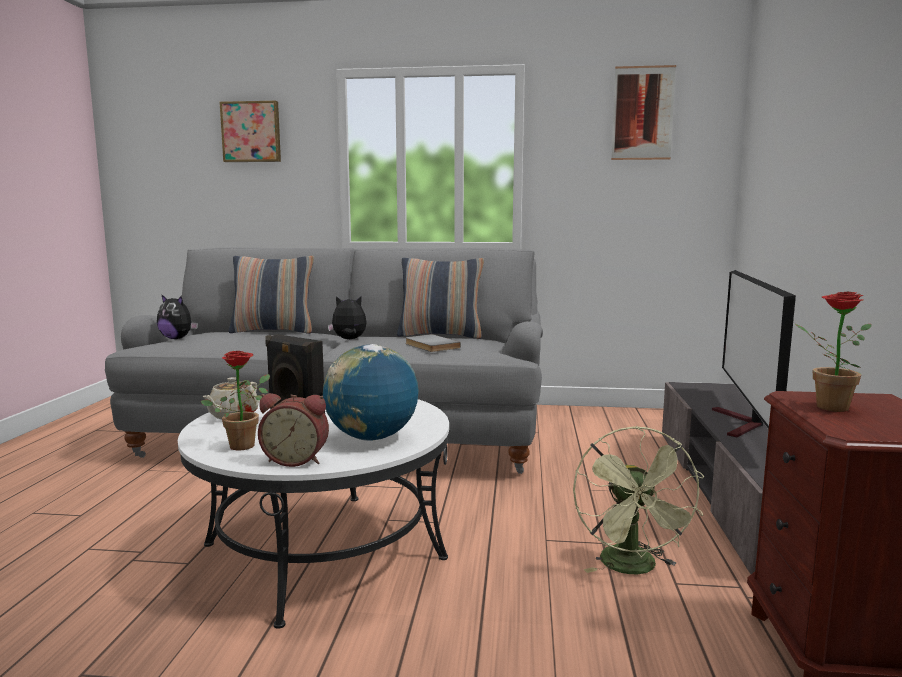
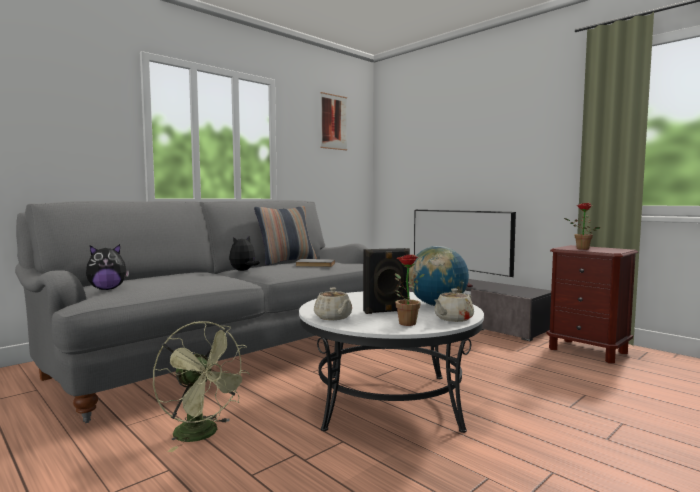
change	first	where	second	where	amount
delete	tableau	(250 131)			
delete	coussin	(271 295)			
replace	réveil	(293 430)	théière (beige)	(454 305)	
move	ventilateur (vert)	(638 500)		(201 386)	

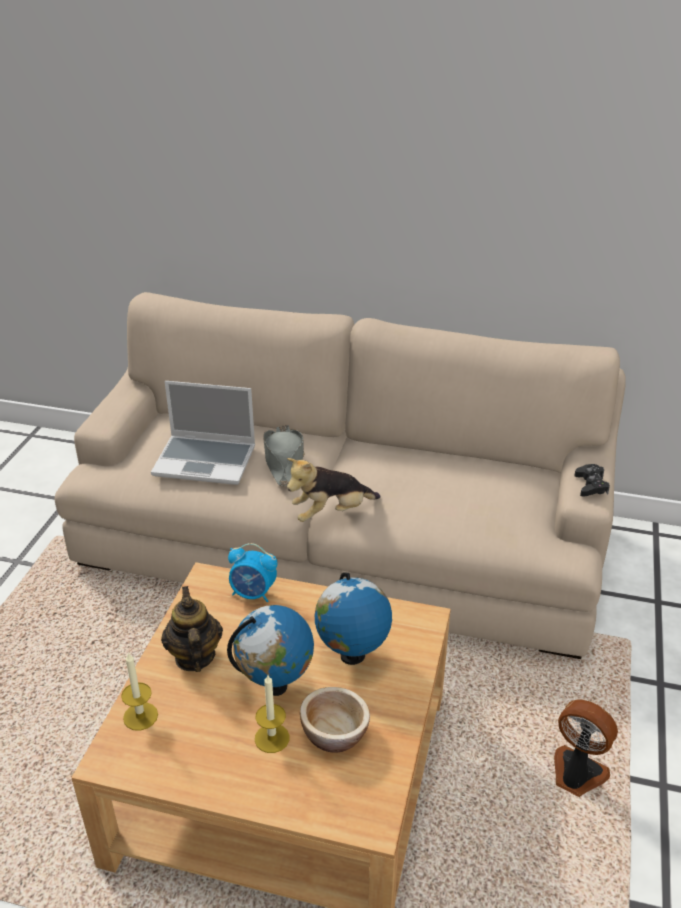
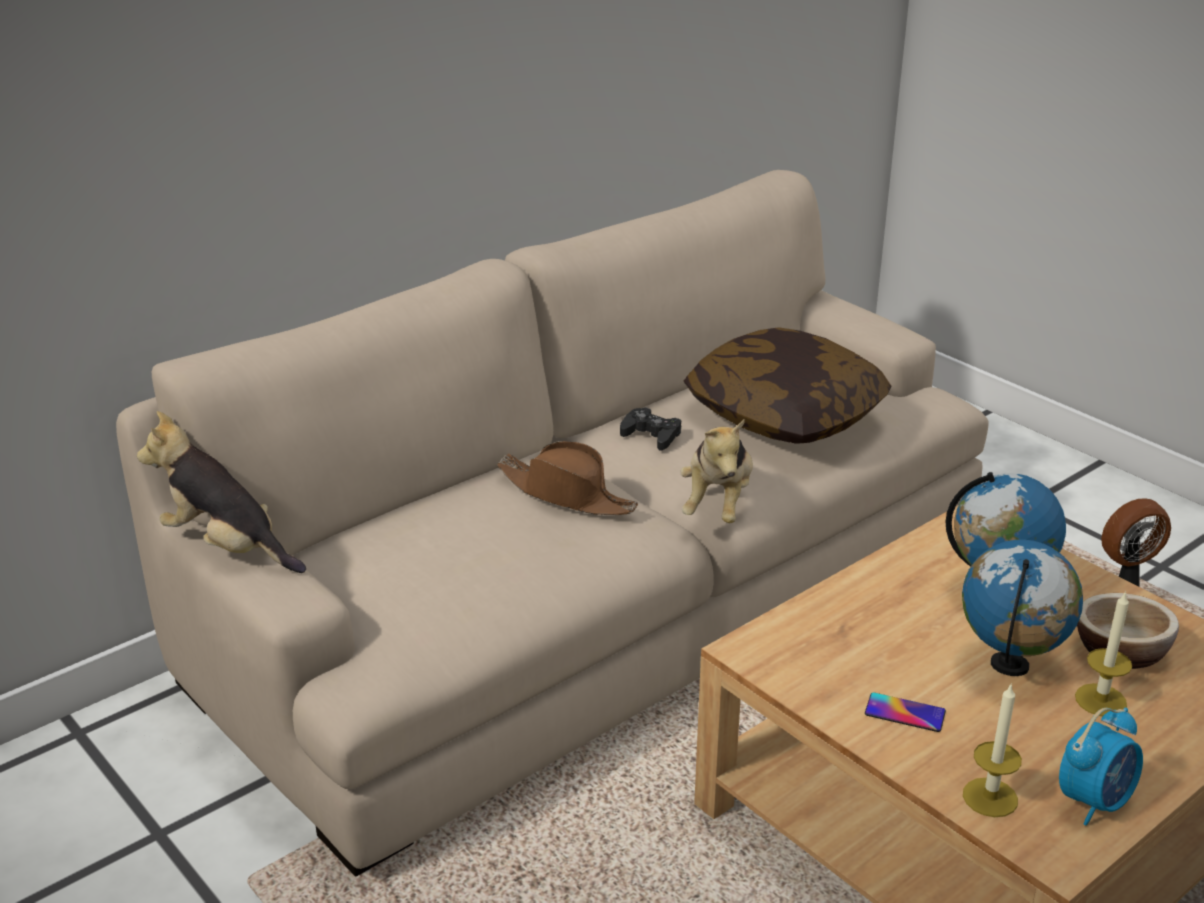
change	first	where	second	where	amount
delete	ordinateur portable	(203 433)			
recolor	chapeau (gris)	(284 455)	chapeau (marron)	(567 478)	
move	manette (noir)	(592 480)		(650 429)	
move	réveil	(253 573)		(1101 766)	
replace	théière	(192 629)	téléphone	(905 712)	
insert			coussin	(787 385)	
insert			peluche	(221 492)	

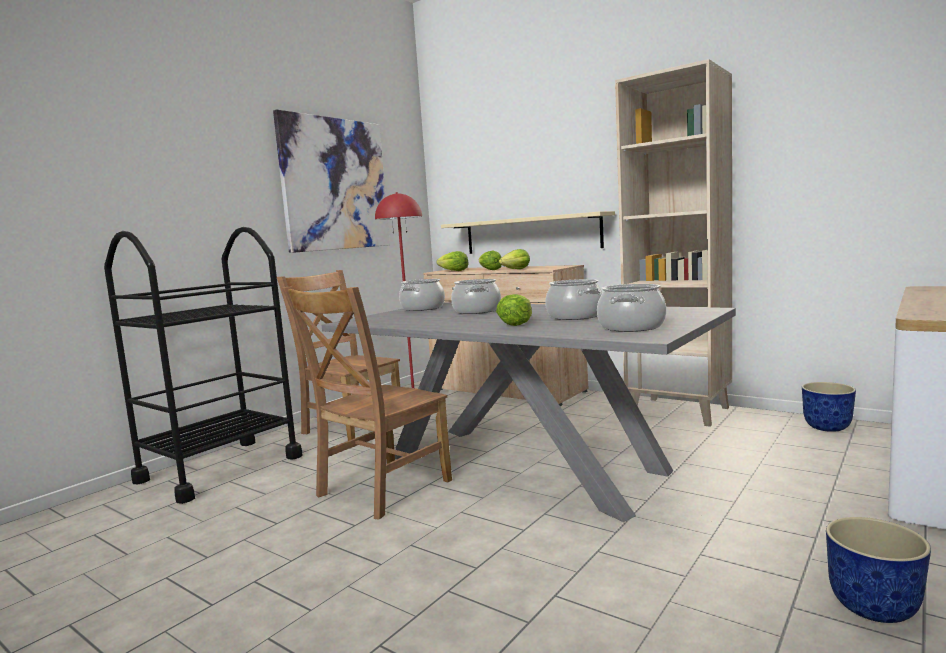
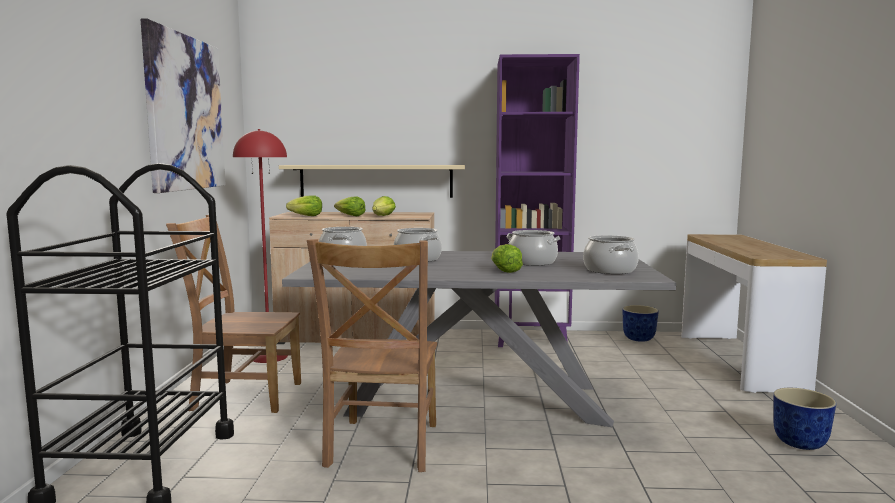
change	first	where	second	where	amount
recolor	bibliothèque (beige)	(673 243)	bibliothèque (violet)	(537 200)	

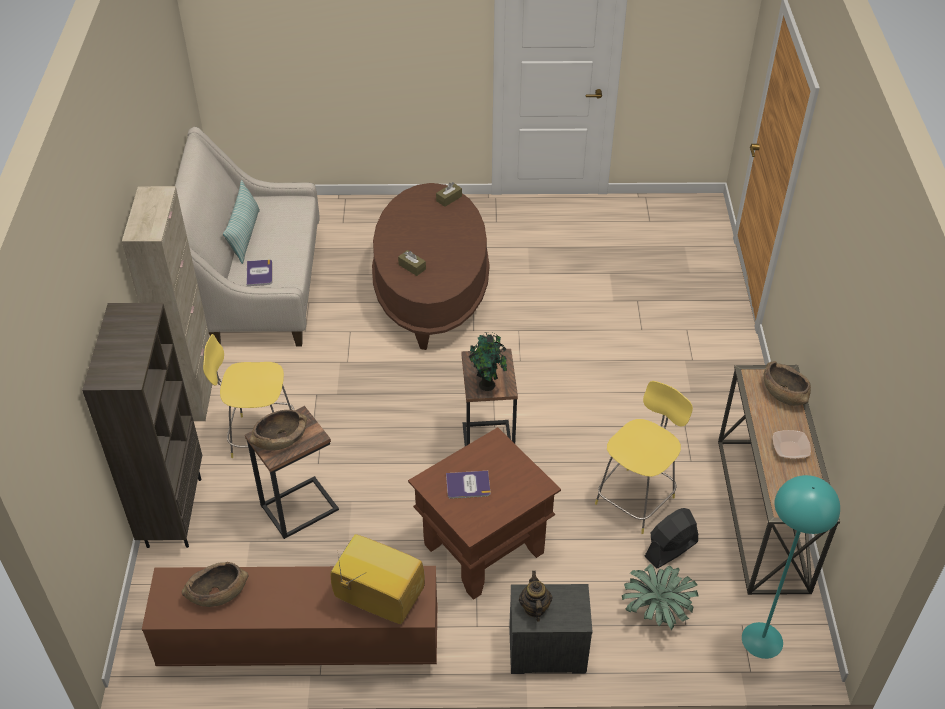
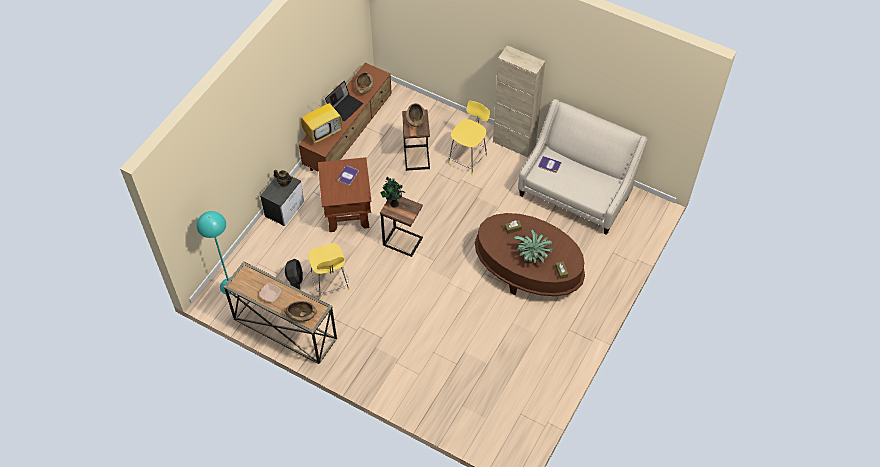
change	first	where	second	where	amount
delete	coussin	(241 222)			
delete	bibliothèque (marron)	(142 425)			
move	plante en pot	(660 597)		(533 246)	
insert			ordinateur portable	(344 101)	

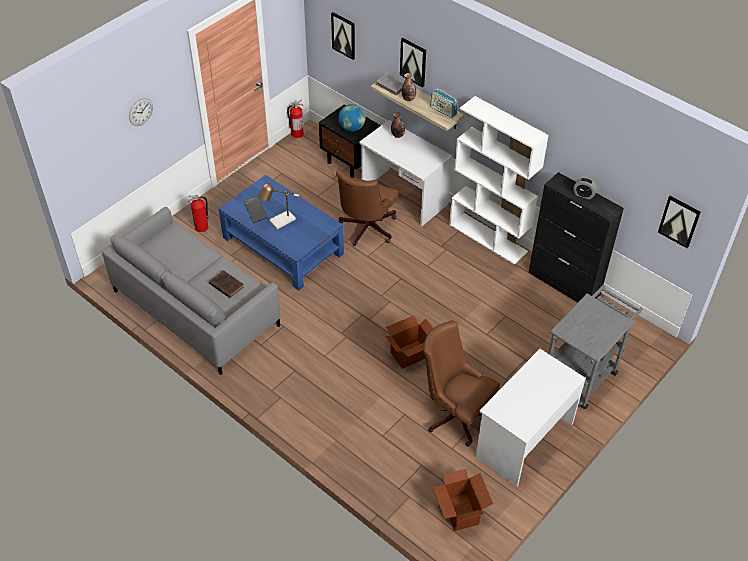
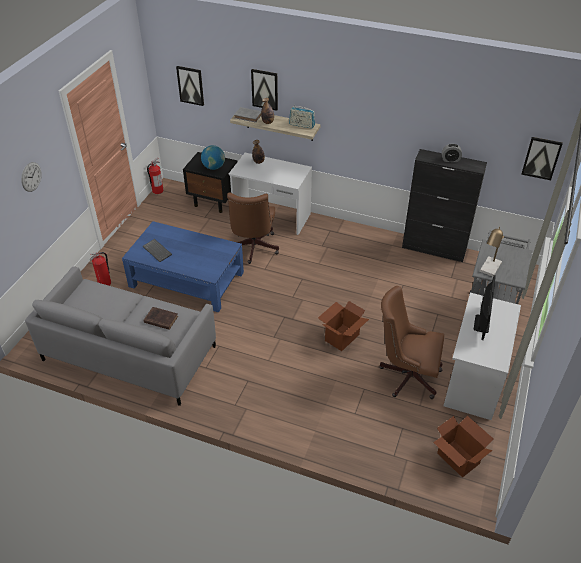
change	first	where	second	where	amount
delete	bibliothèque (blanc)	(499 180)			
move	lampe de table	(278 205)		(492 251)	
insert			écran d'ordinateur	(485 307)	

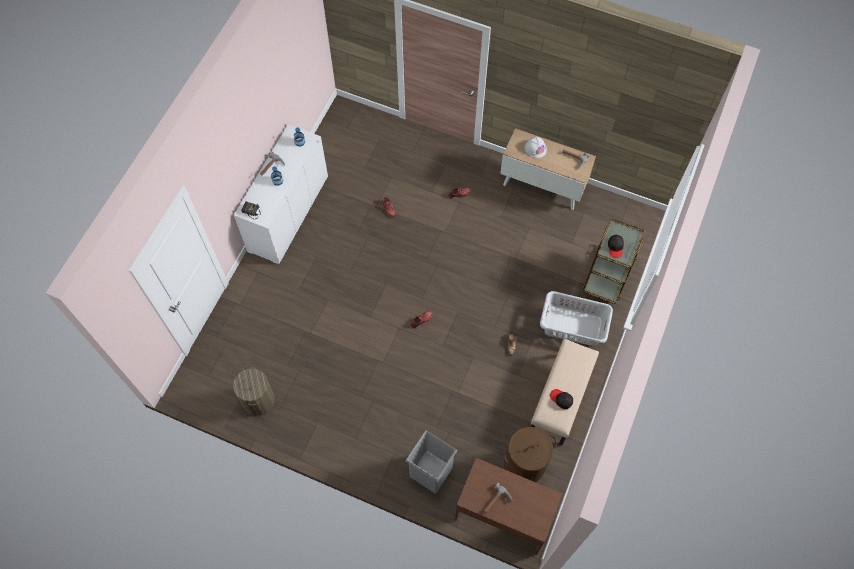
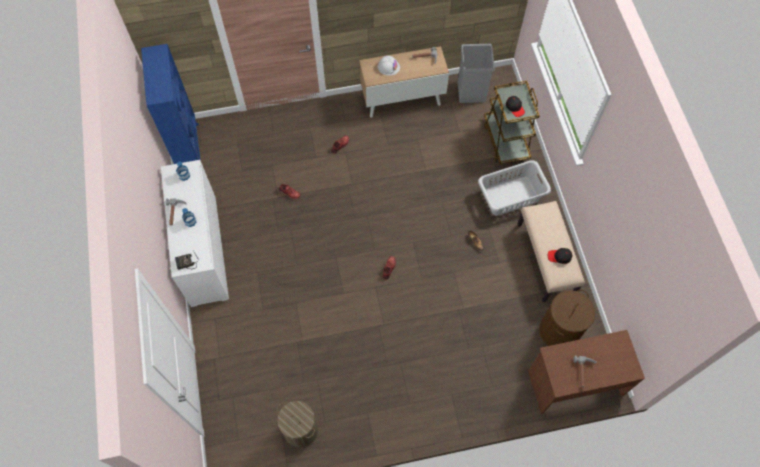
change	first	where	second	where	amount
move	poubelle (gris)	(431 462)		(476 73)	
insert			bibliothèque (bleu)	(171 104)	

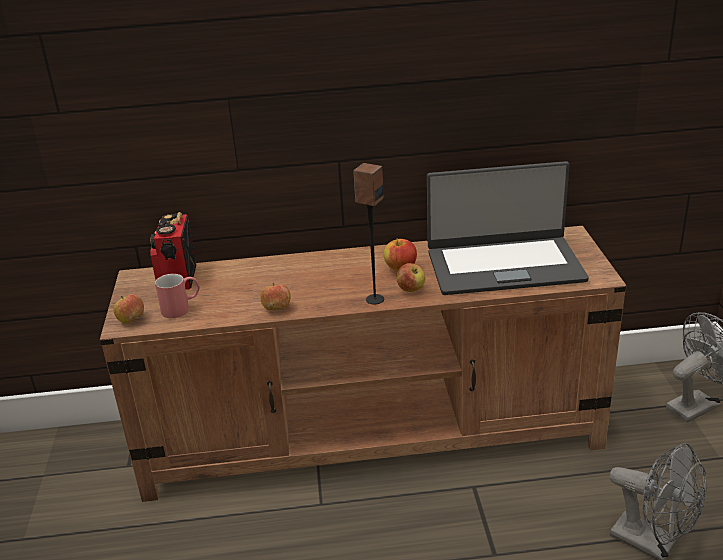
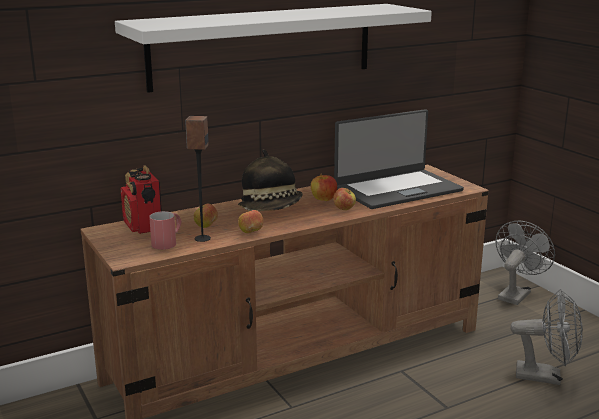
change	first	where	second	where	amount
move	enceinte	(368 234)		(198 179)	
move	pomme	(128 308)		(206 216)	
insert			étagère (blanc)	(273 48)	
insert			chapeau	(270 180)	

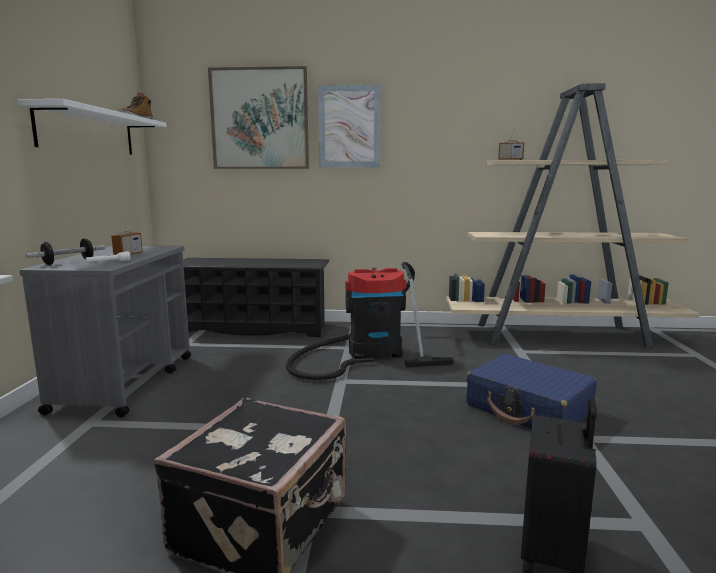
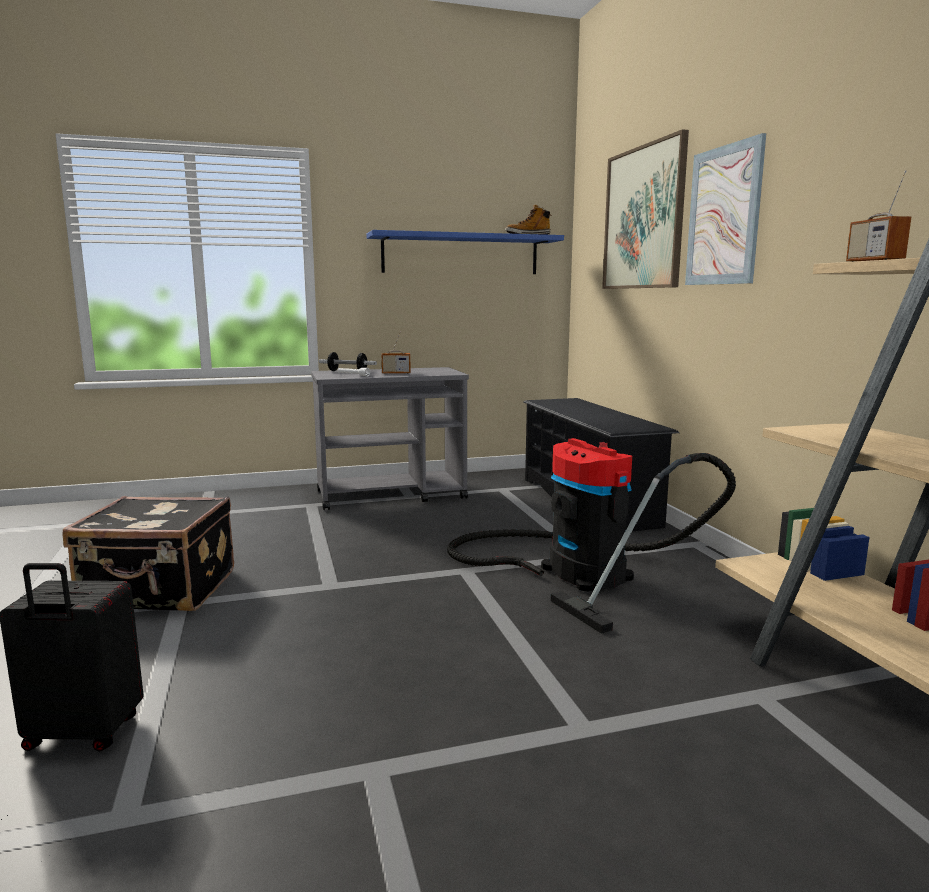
change	first	where	second	where	amount
recolor	étagère (blanc)	(92 127)	étagère (bleu)	(465 252)	
delete	valise (bleu)	(531 391)			

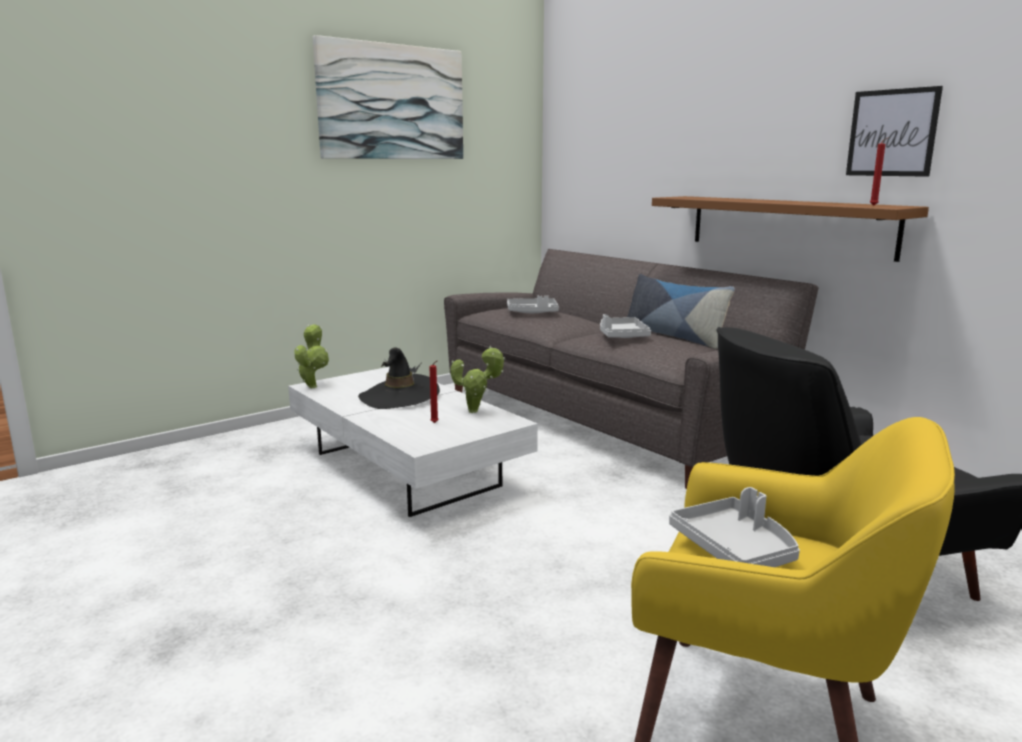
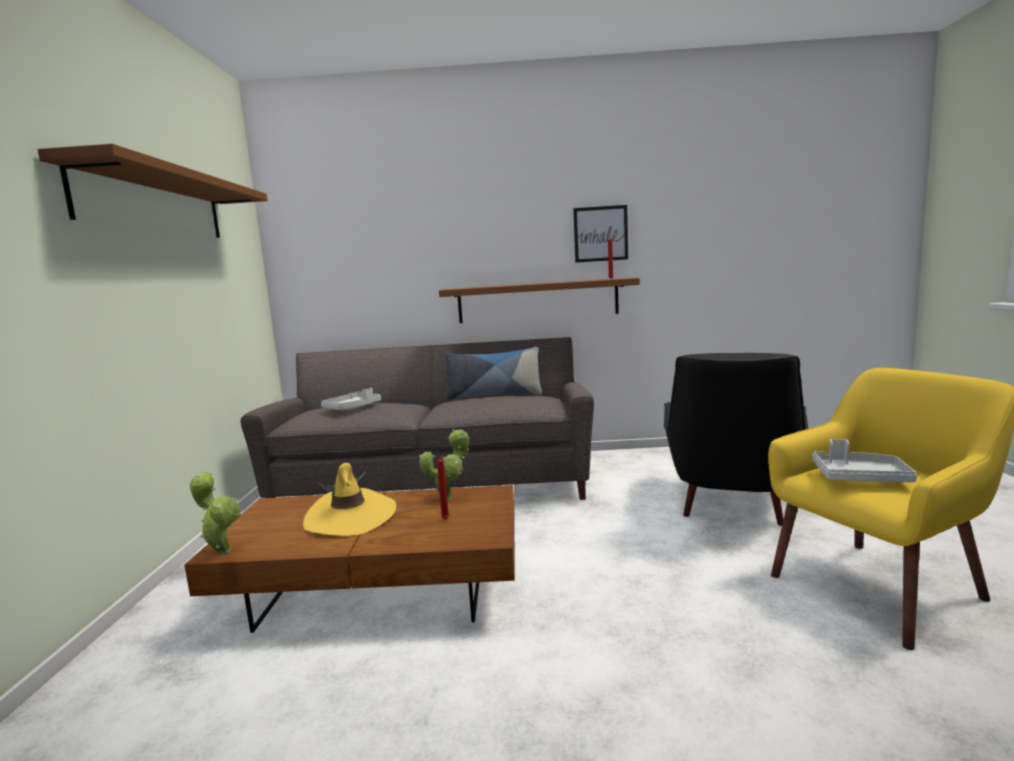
change	first	where	second	where	amount
replace	tableau	(388 97)	étagère (marron)	(152 191)	
delete	plateau (gris)	(625 326)			
recolor	chapeau (noir)	(399 378)	chapeau (jaune)	(349 499)	
recolor	table basse (blanc)	(413 442)	table basse (marron)	(349 559)	

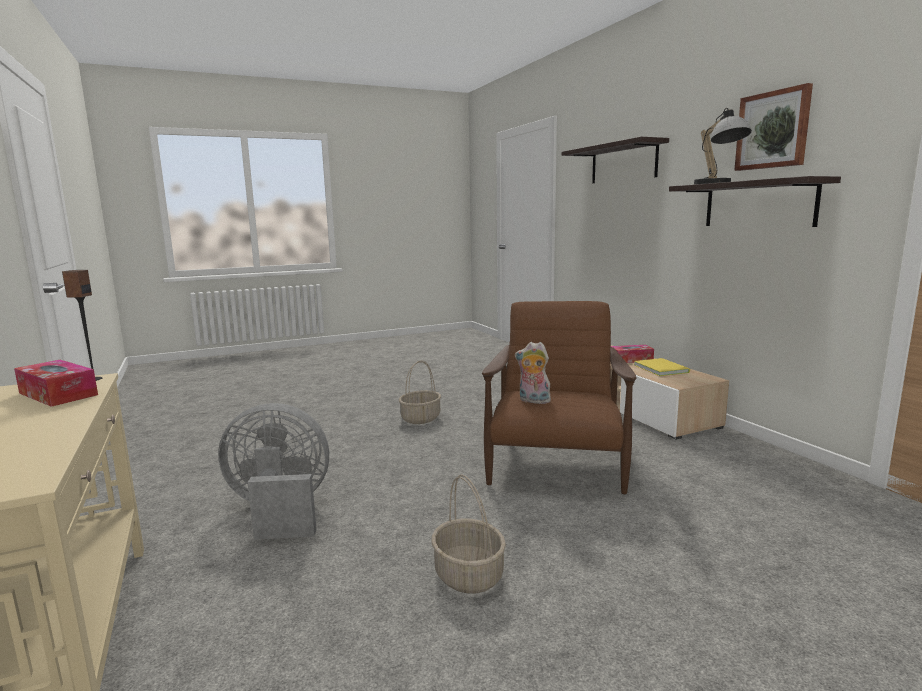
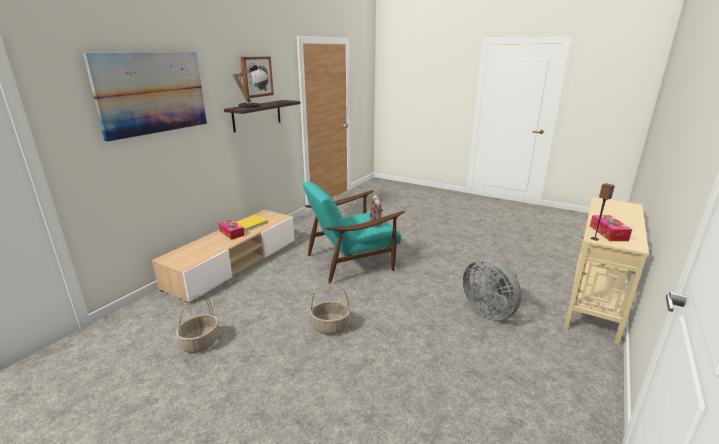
change	first	where	second	where	amount
replace	étagère	(615 160)	tableau	(145 97)	
recolor	fauteuil (marron)	(559 397)	fauteuil (turquoise)	(354 233)	
move	panier	(469 534)		(197 324)	

